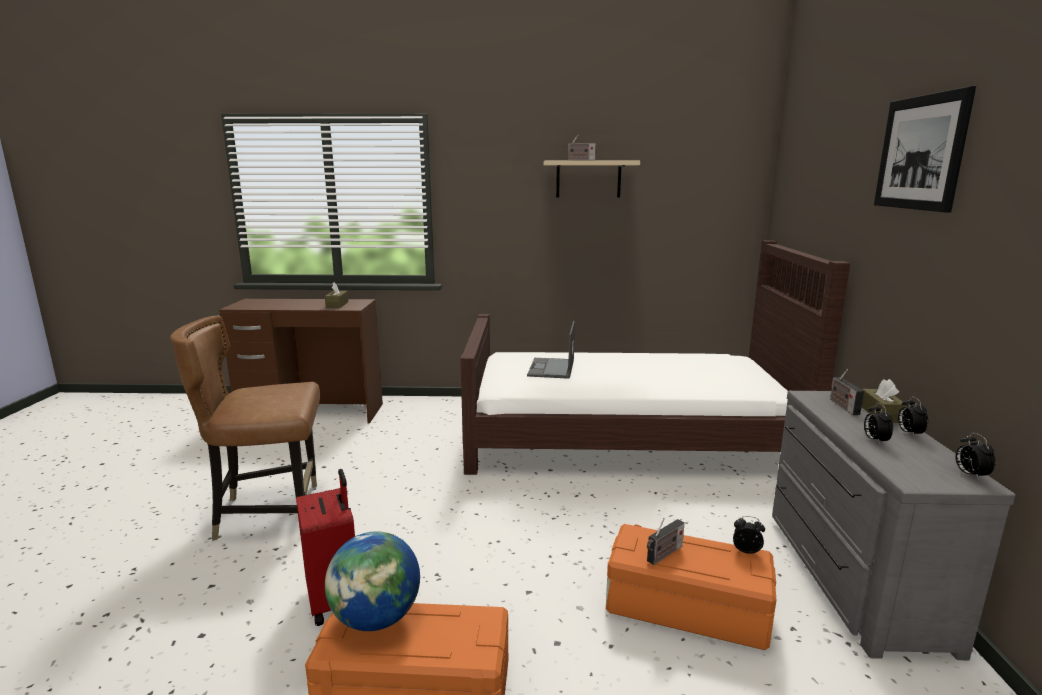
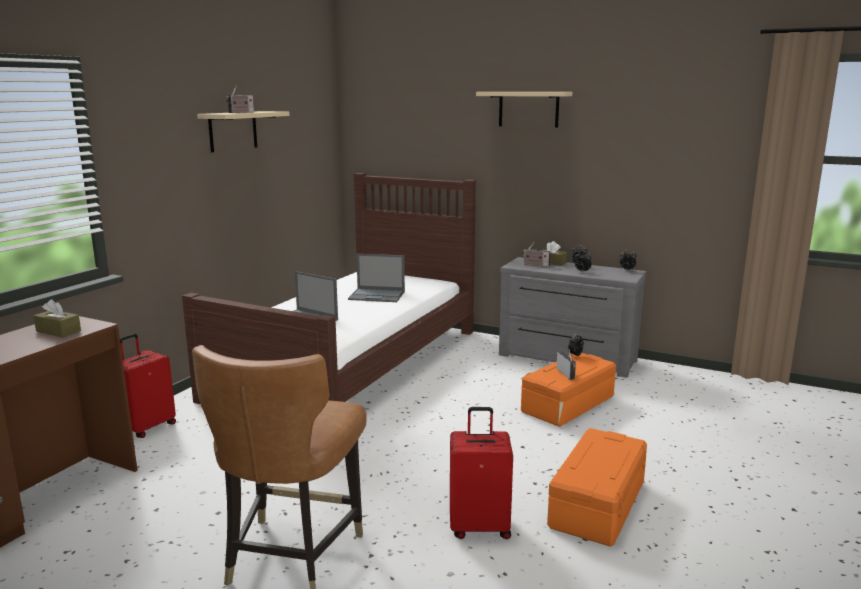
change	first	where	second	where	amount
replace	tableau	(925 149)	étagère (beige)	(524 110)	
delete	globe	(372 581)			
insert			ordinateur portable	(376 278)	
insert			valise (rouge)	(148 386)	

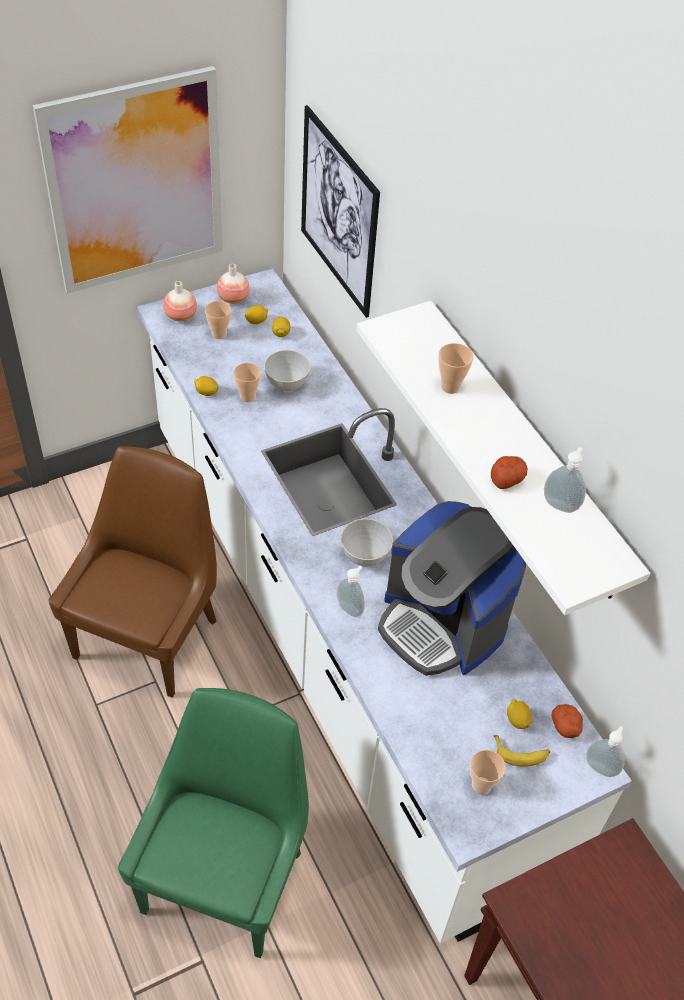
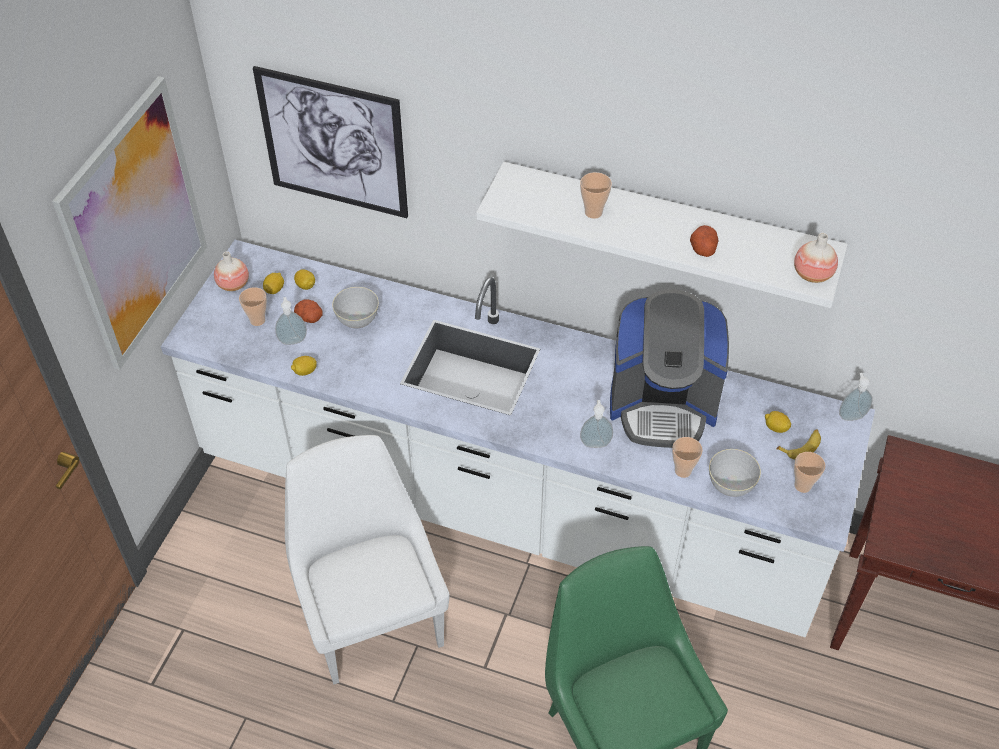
change	first	where	second	where	amount
move	vase	(180 301)		(816 258)	
move	tasse	(247 382)		(687 457)	
recolor	chaise (marron)	(132 572)	chaise (blanc)	(367 559)	
move	distributeur de savon	(565 480)		(291 321)	
move	bol (gris)	(367 542)		(735 473)	
move	pomme de terre	(567 721)		(308 311)	

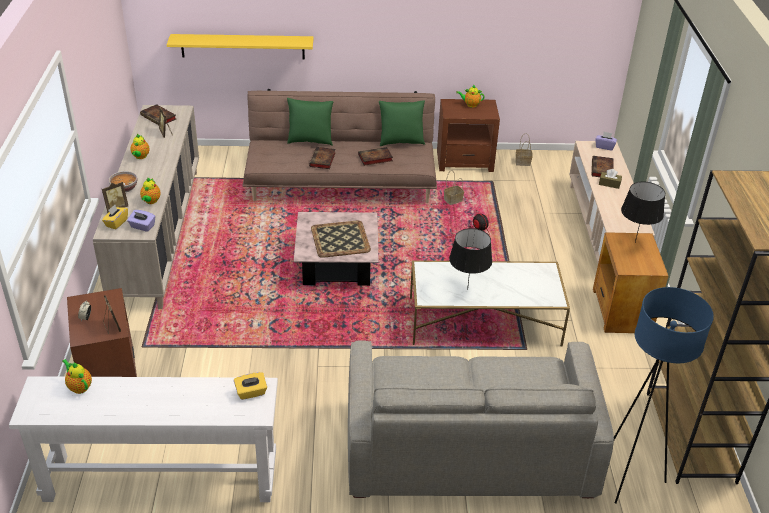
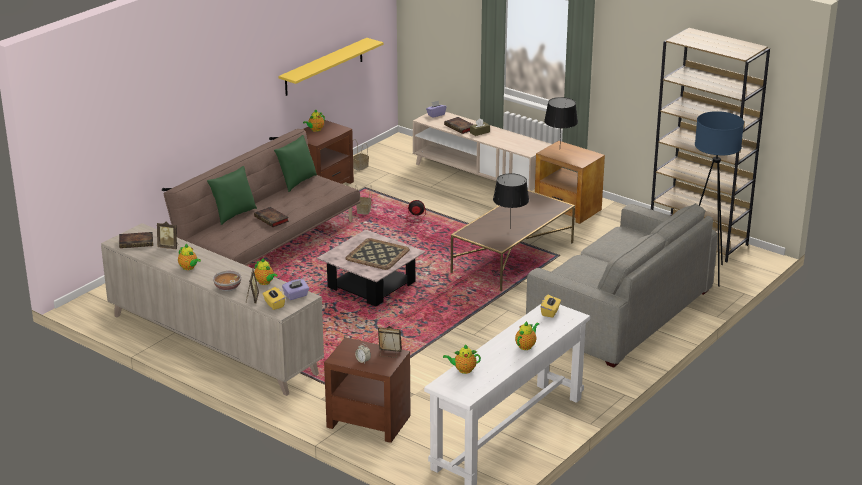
change	first	where	second	where	amount
move	étagère (jaune)	(240 46)		(331 67)	
delete	livre	(375 156)			
recolor	table basse (blanc)	(490 303)	table basse (marron)	(513 240)	
insert			théière	(527 335)	

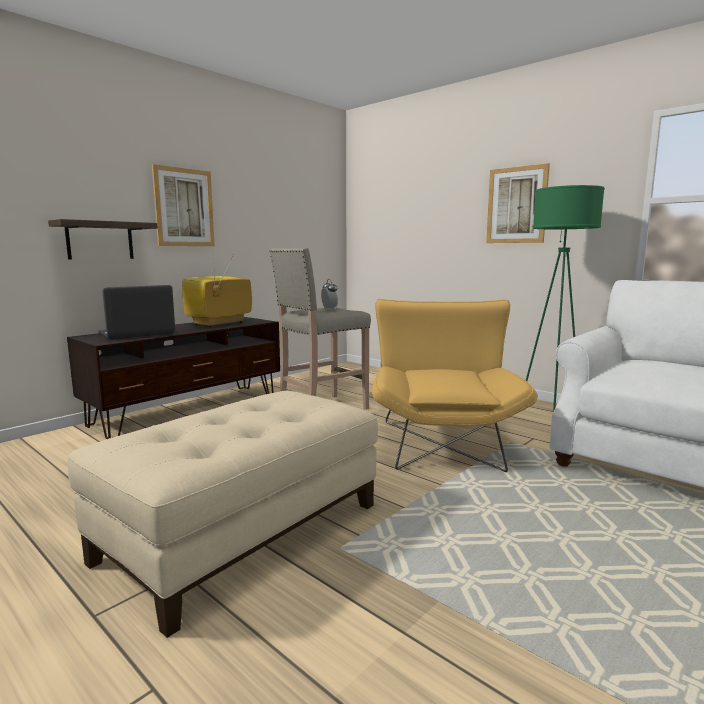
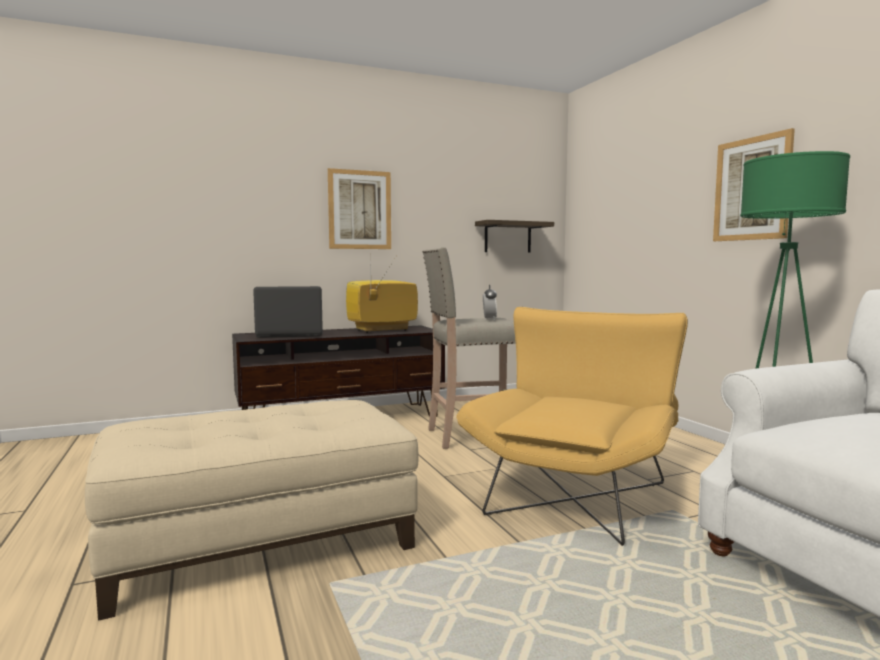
change	first	where	second	where	amount
move	étagère	(103 239)		(514 236)	

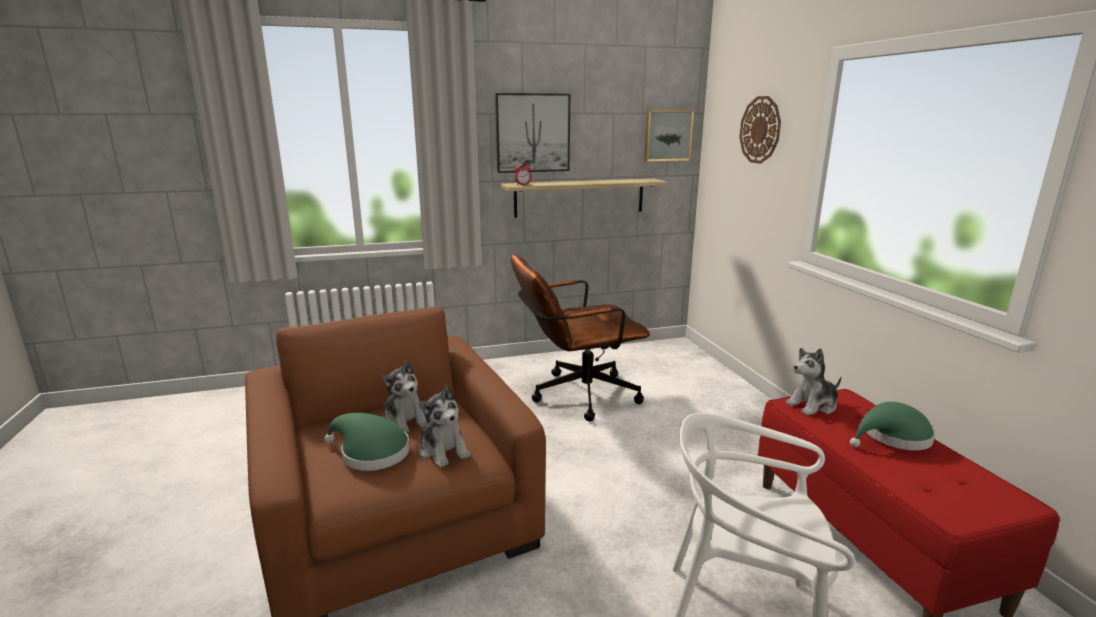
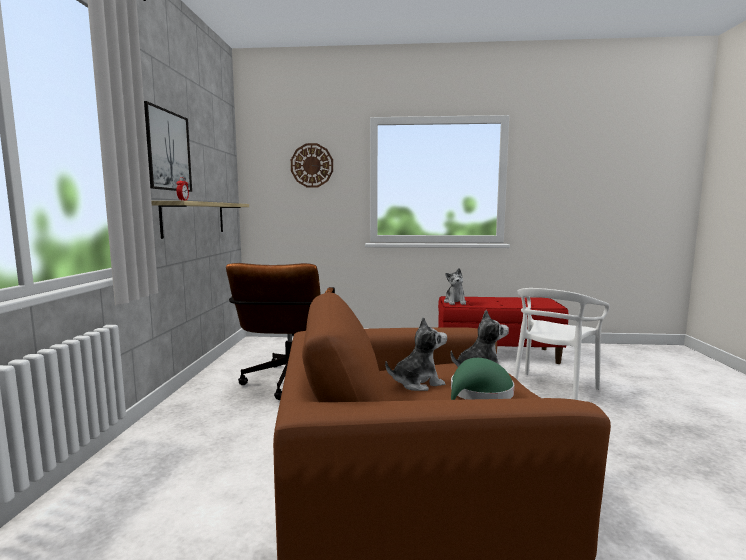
change	first	where	second	where	amount
delete	tableau	(669 135)			
delete	chapeau (vert)	(892 426)			

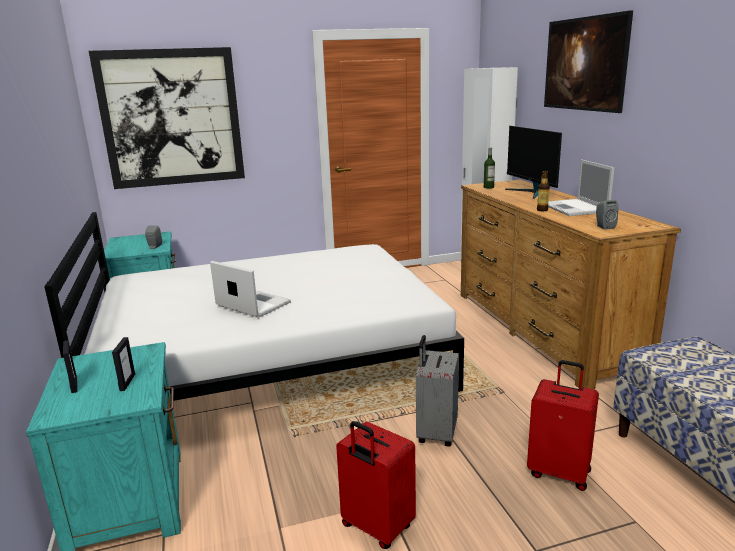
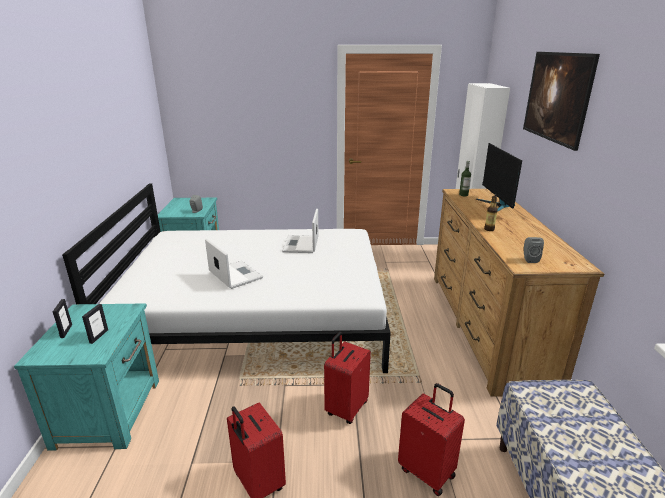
change	first	where	second	where	amount
delete	tableau	(167 118)			
move	ordinateur portable	(581 187)		(300 231)	
recolor	valise (gris)	(437 391)	valise (rouge)	(347 378)	

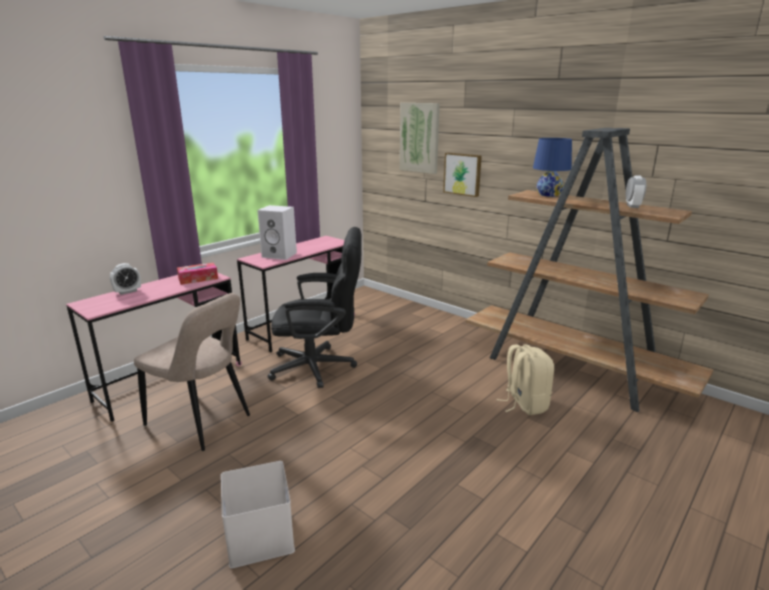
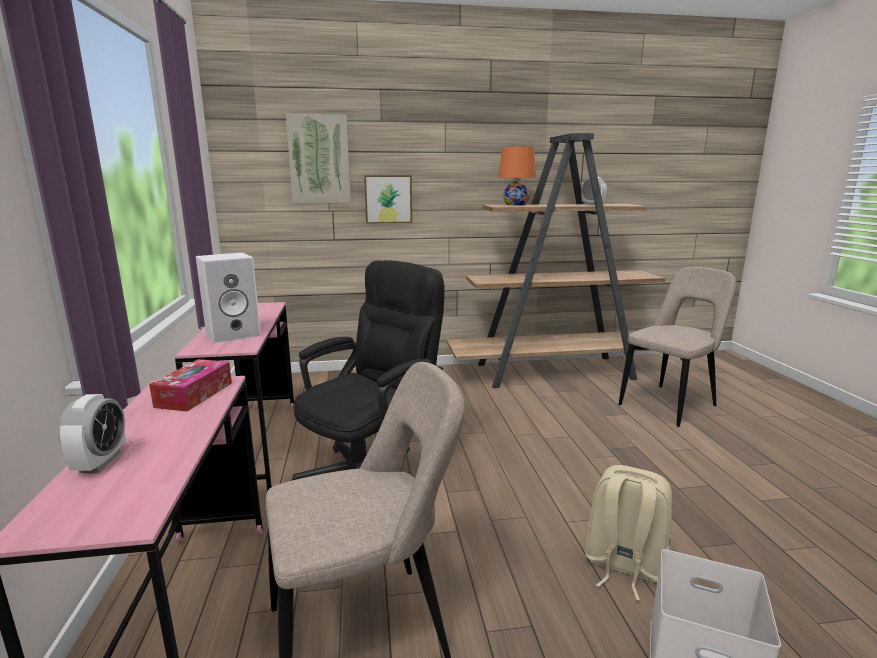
change	first	where	second	where	amount
recolor	lampe de table (bleu)	(552 167)	lampe de table (orange)	(517 176)	
move	sac à dos (beige)	(525 379)		(628 533)	
insert			chaise (beige)	(678 347)	

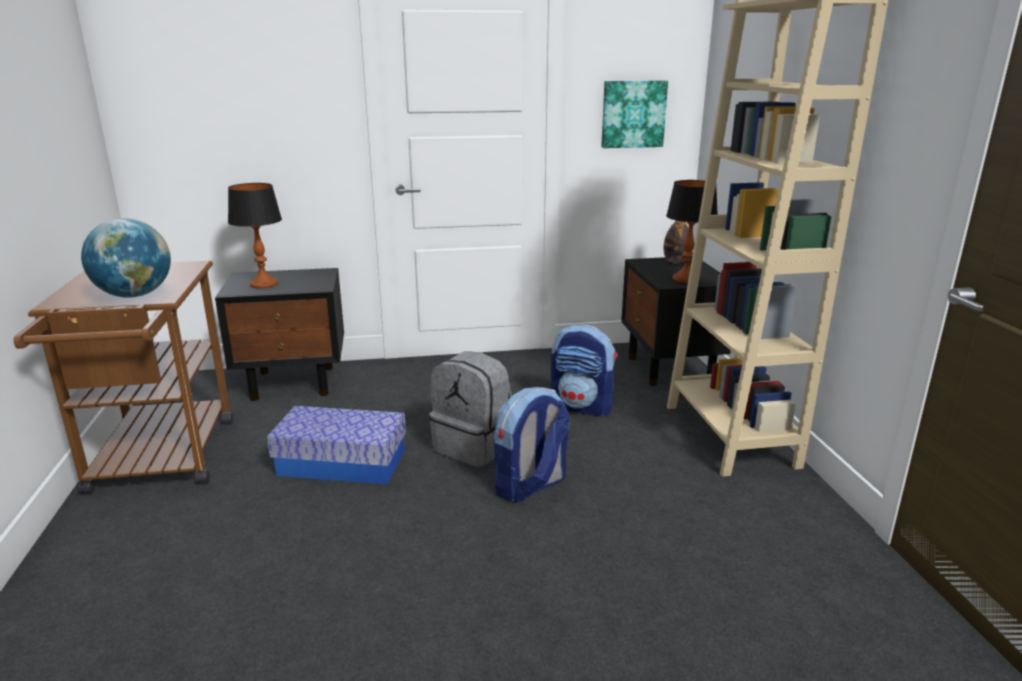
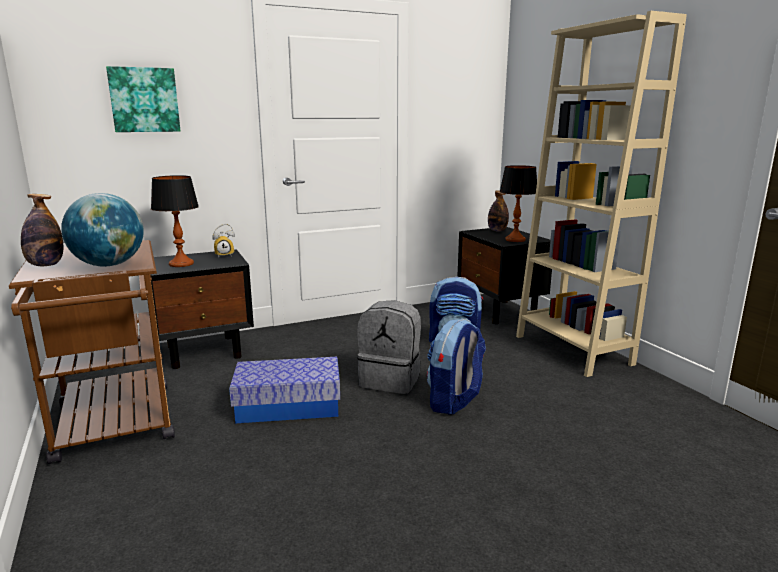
change	first	where	second	where	amount
move	tableau	(634 114)		(143 99)	
insert			bouteille	(42 230)	
insert			réveil	(223 240)	

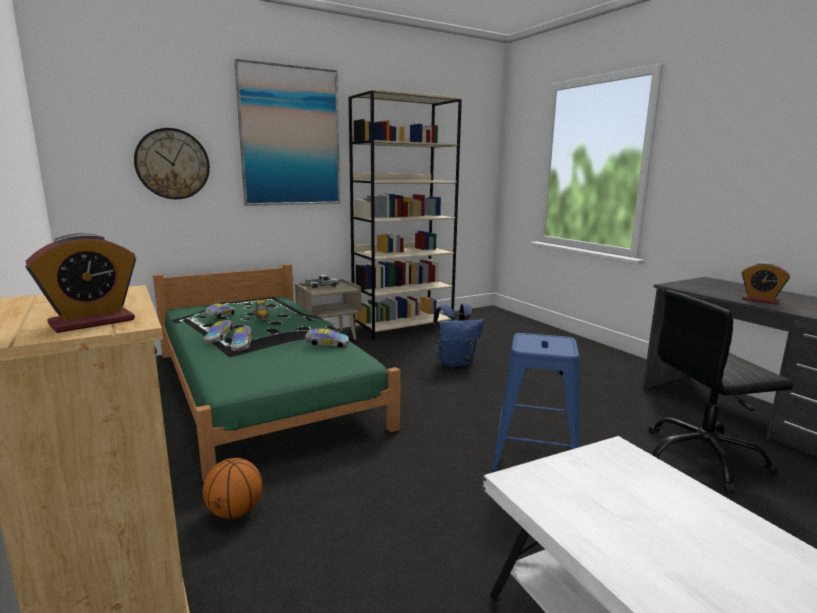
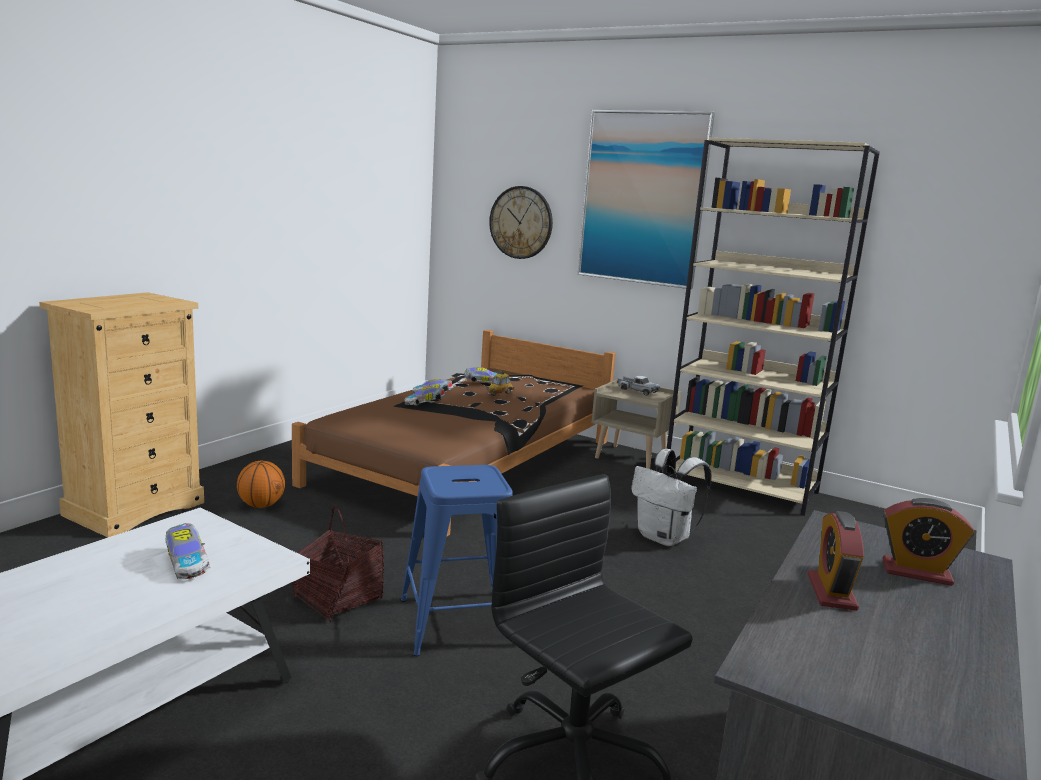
change	first	where	second	where	amount
move	réveil	(80 283)		(928 542)	
recolor	lit (vert)	(277 373)	lit (marron)	(454 433)	
recolor	sac à dos (bleu)	(458 335)	sac à dos (blanc)	(671 497)	
move	petite voiture	(327 338)		(188 551)	
insert			panier	(338 564)	

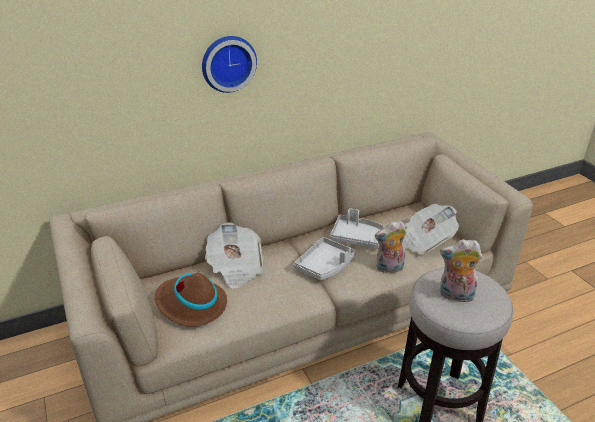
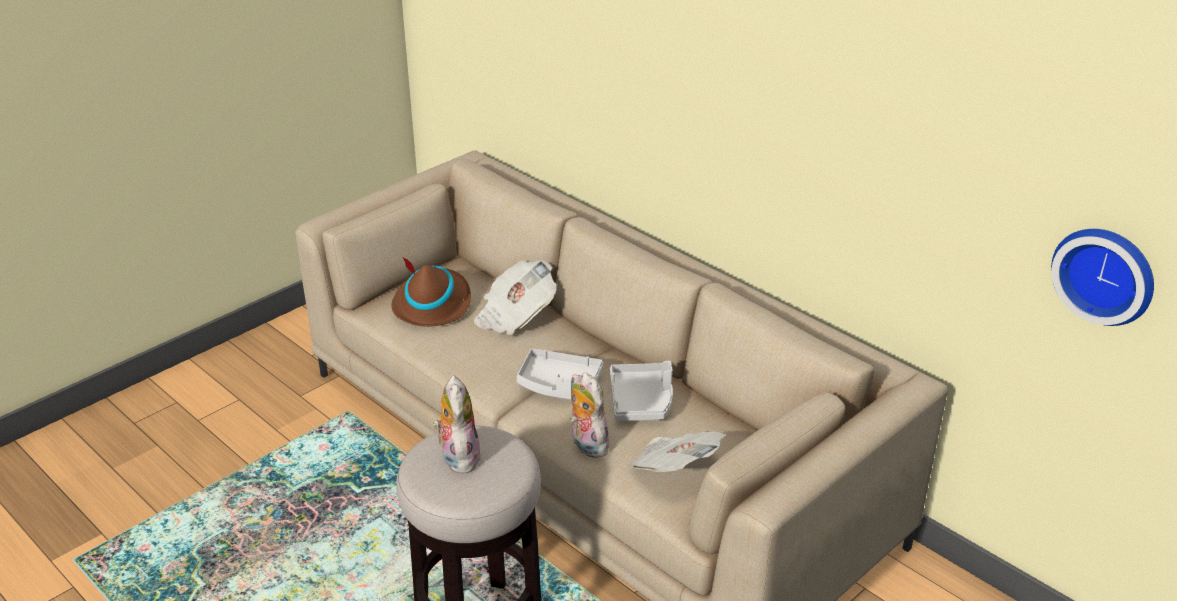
change	first	where	second	where	amount
move	horloge murale	(229 64)		(1102 277)	

